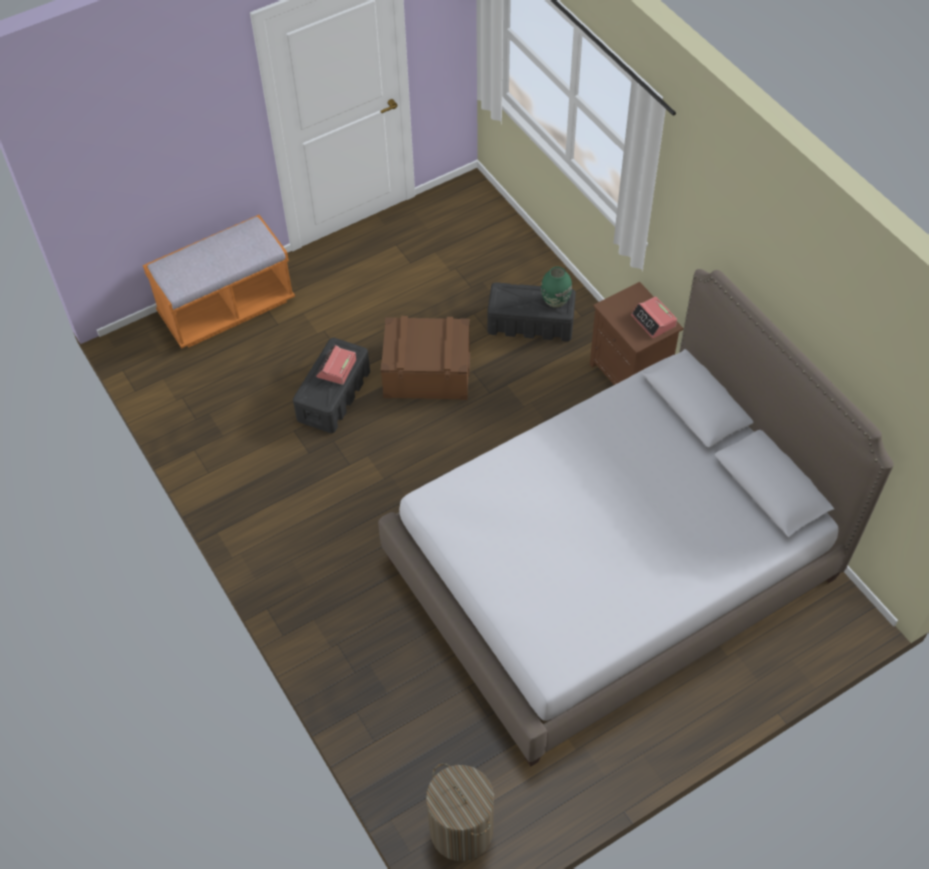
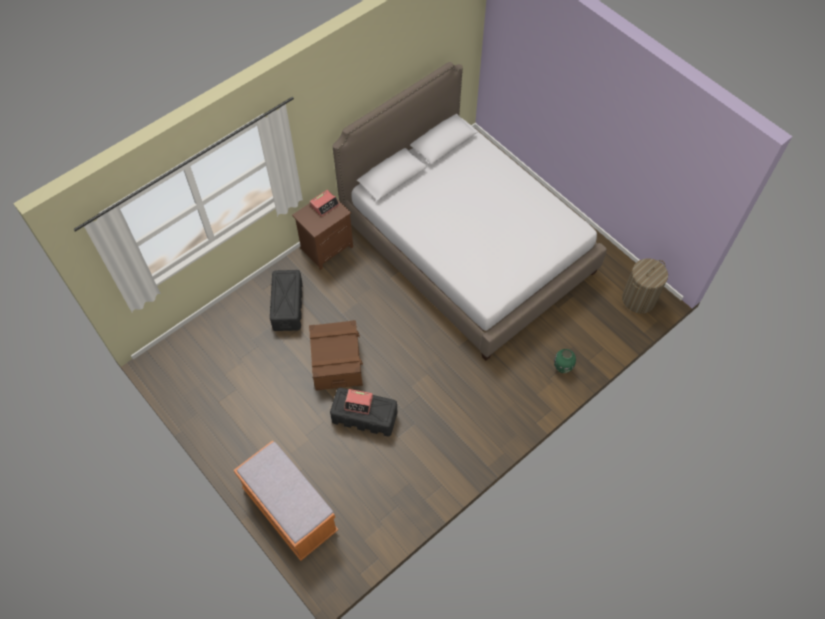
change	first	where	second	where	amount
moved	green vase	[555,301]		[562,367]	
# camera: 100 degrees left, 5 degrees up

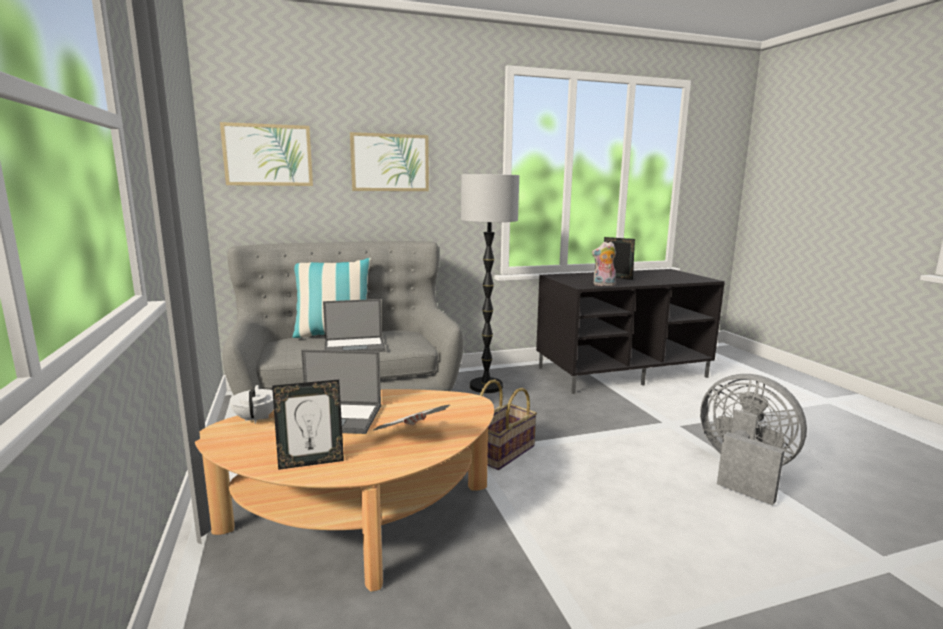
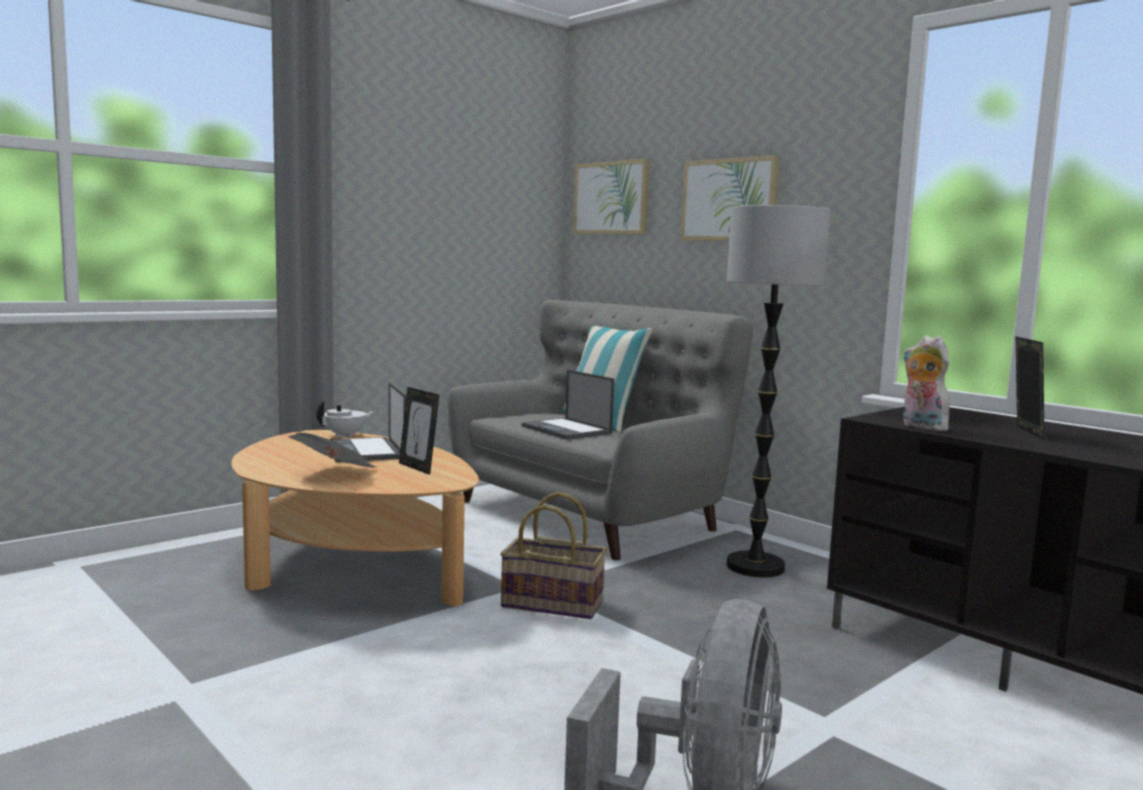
change	first	where	second	where	amount
moved	picture frame	[311,462]		[418,468]	
# camera: 65 degrees right, 5 degrees down

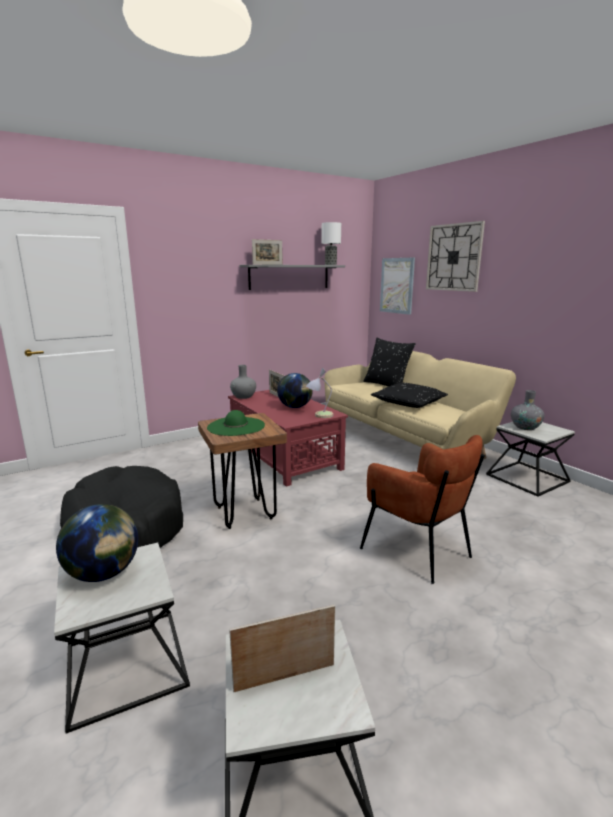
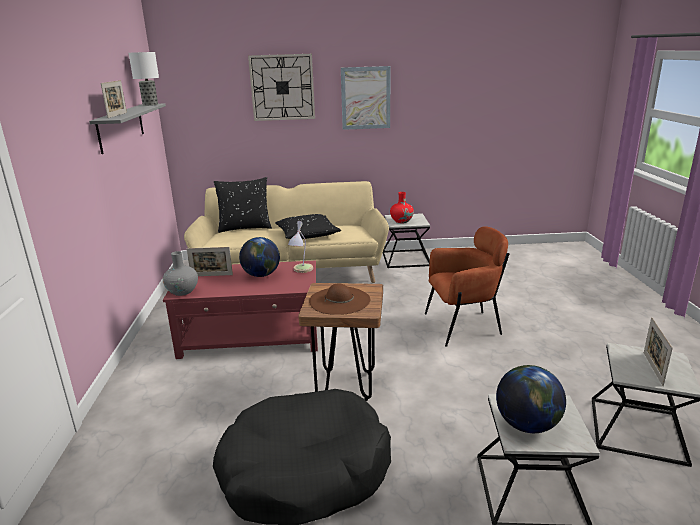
change	first	where	second	where	amount
moved	picture	[397,285]		[365,98]	
recoloured	grey vase	[525,427]	red vase	[401,221]	
recoloured	green hat	[236,426]	brown hat	[339,300]	
# camera: 60 degrees left, 5 degrees up

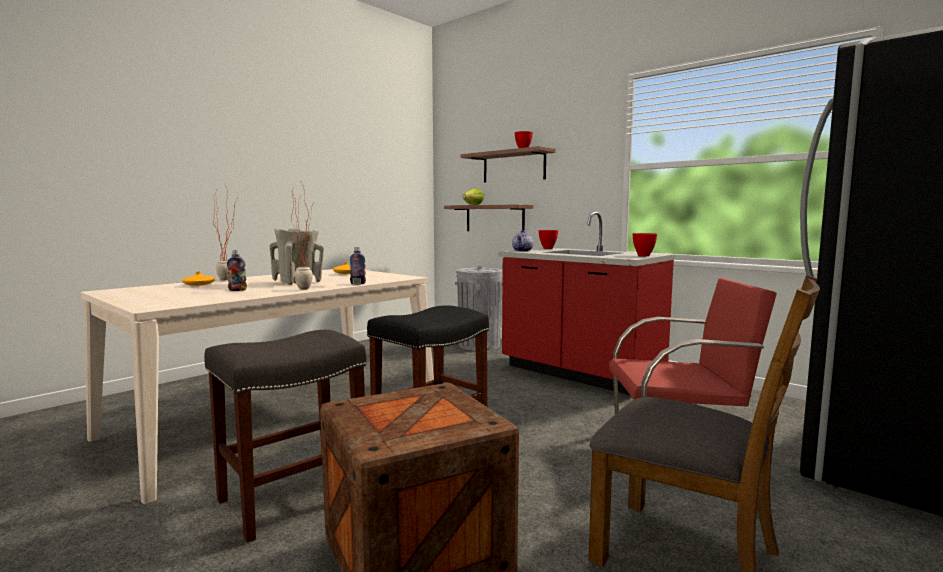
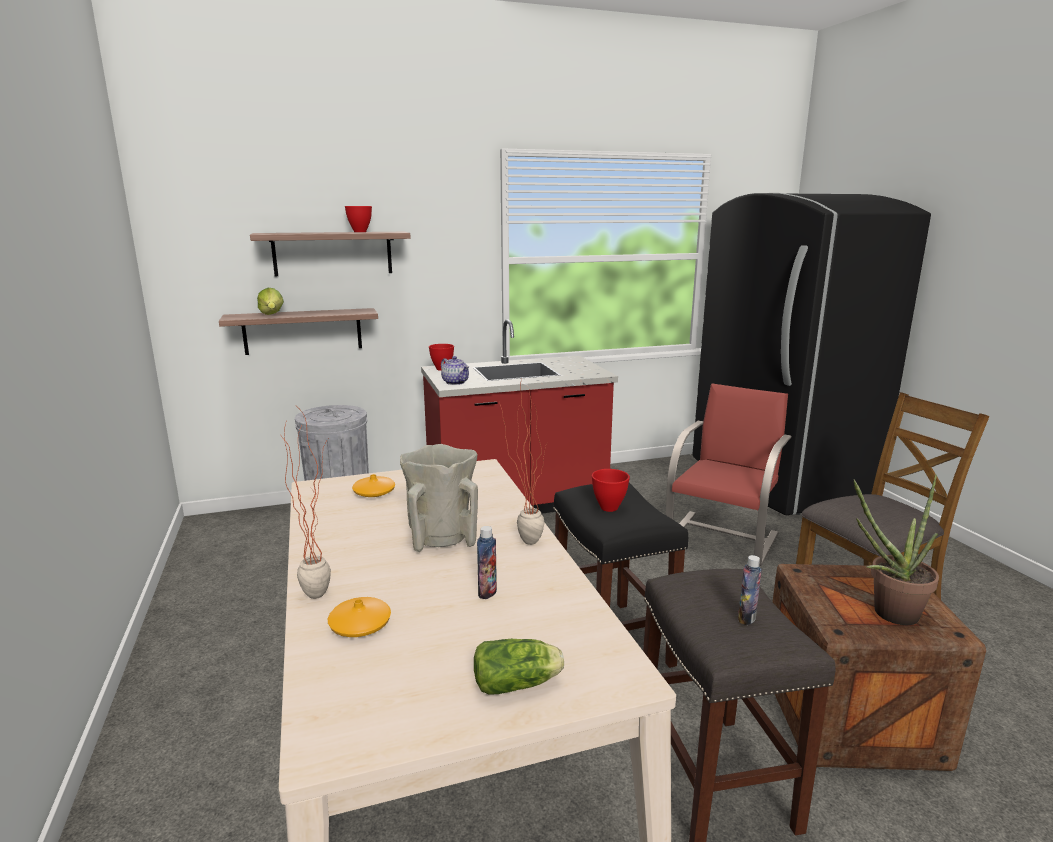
change	first	where	second	where	amount
moved	red bowl	[643,255]		[608,508]	
moved	bottle	[358,284]		[746,618]	
added			potted plant	[887,614]	
added			lettuce	[519,684]	
# camera: 60 degrees left, 10 degrees up

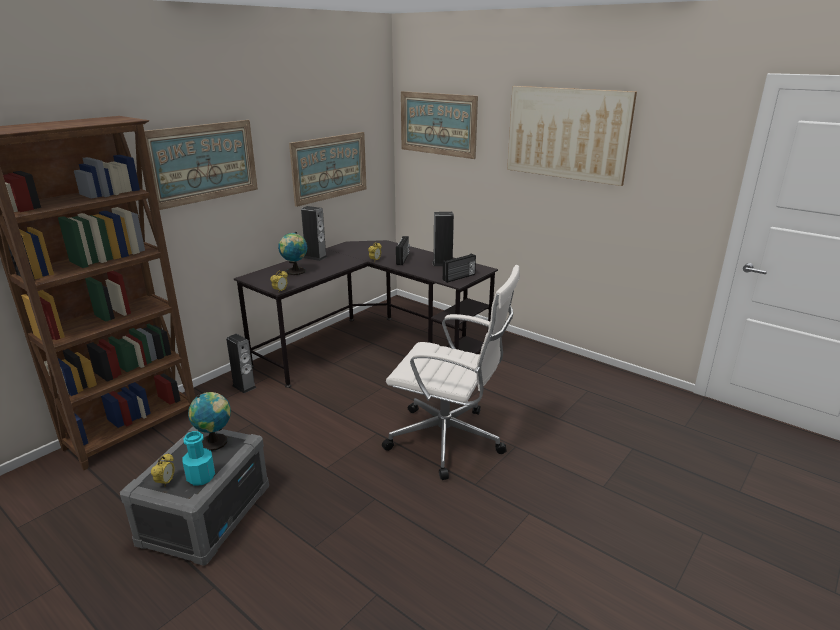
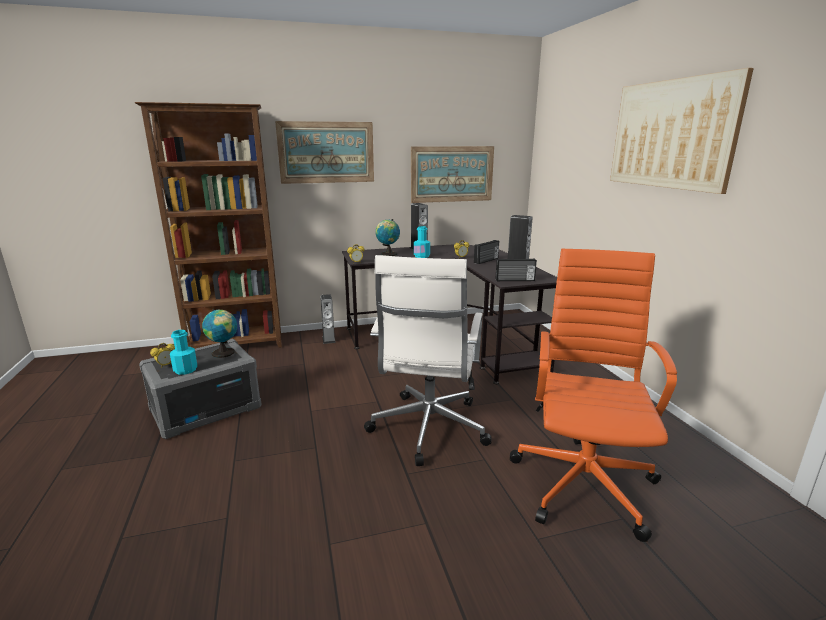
change	first	where	second	where	amount
removed	picture	[438,124]			
turned	white office chair	[448,440]		[427,429]	45 degrees clockwise
added			turquoise bottle	[421,256]	
added			orange office chair	[584,481]	
# camera: 35 degrees right, 5 degrees down

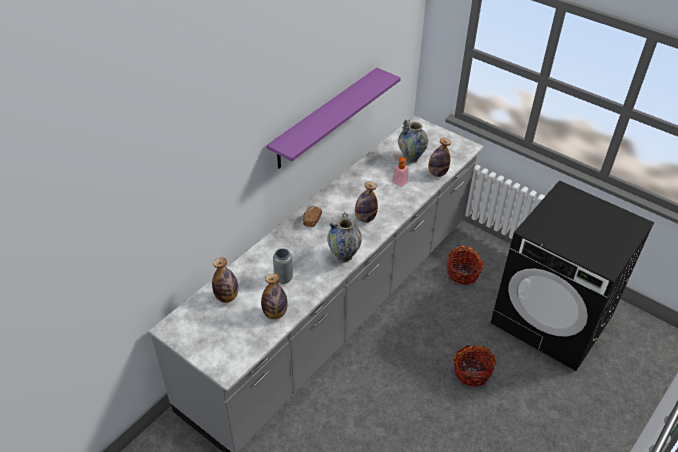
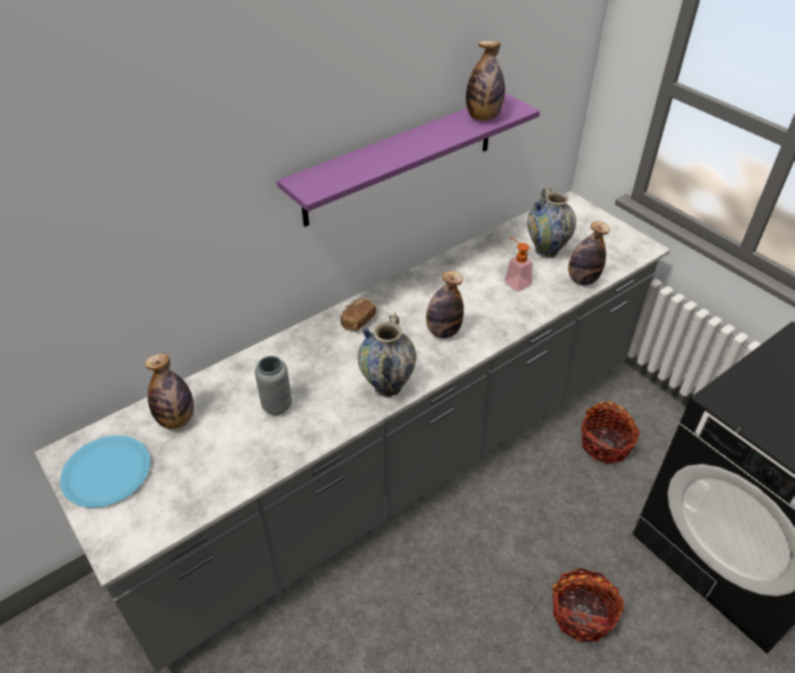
change	first	where	second	where	amount
moved	bottle	[275,313]		[483,117]	
added			blue plate	[106,472]	
# camera: 15 degrees right, 0 degrees up

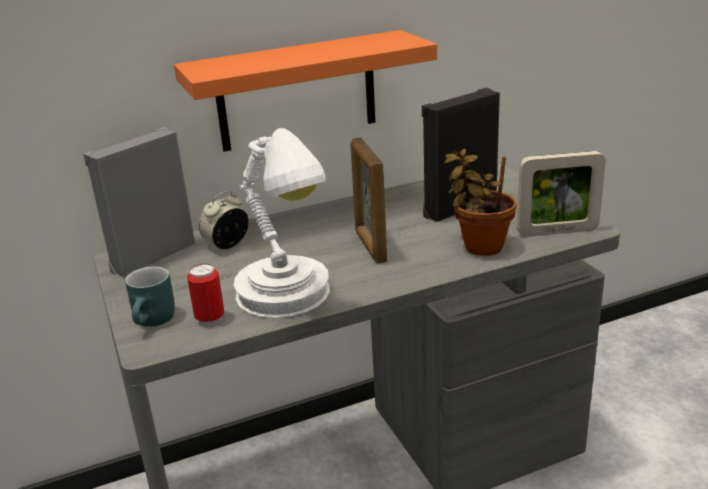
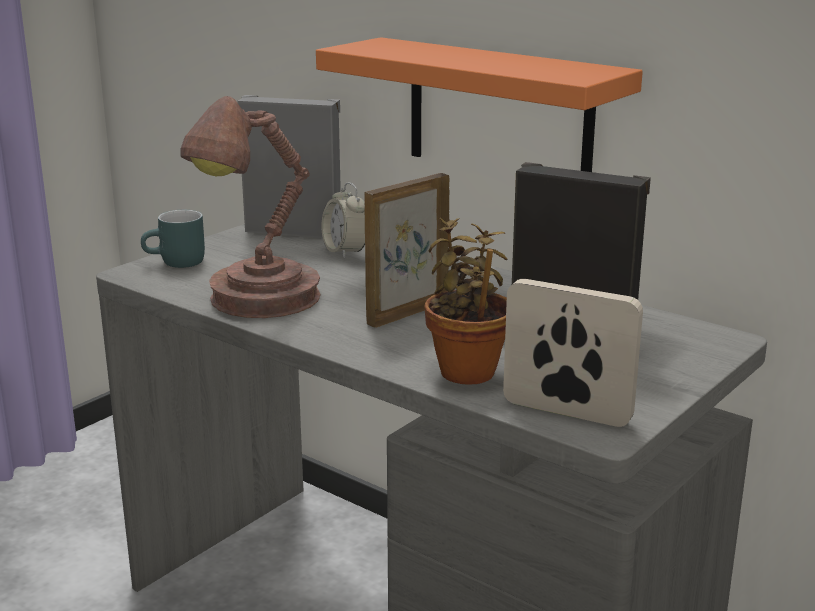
change	first	where	second	where	amount
recoloured	white table lamp	[287,296]	brown table lamp	[259,300]	
turned	picture frame	[557,231]		[566,412]	150 degrees clockwise
turned	alarm clock	[227,245]		[345,252]	135 degrees counterclockwise
removed	can	[210,319]			
# camera: 60 degrees right, 5 degrees down

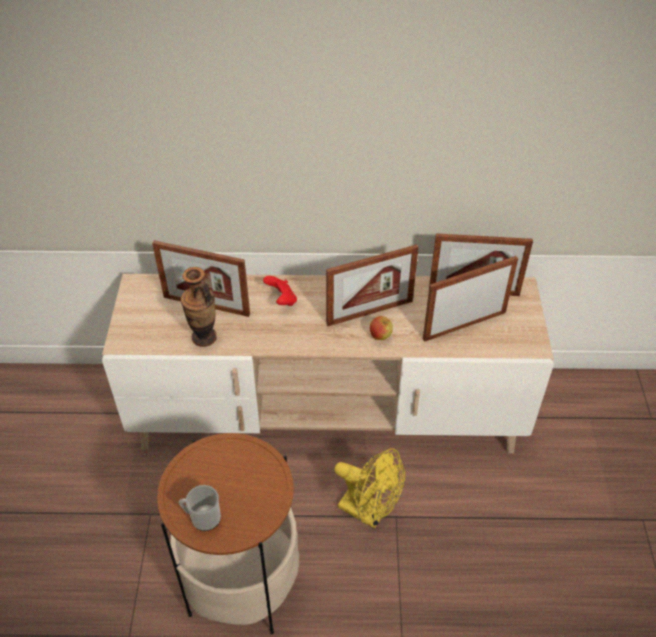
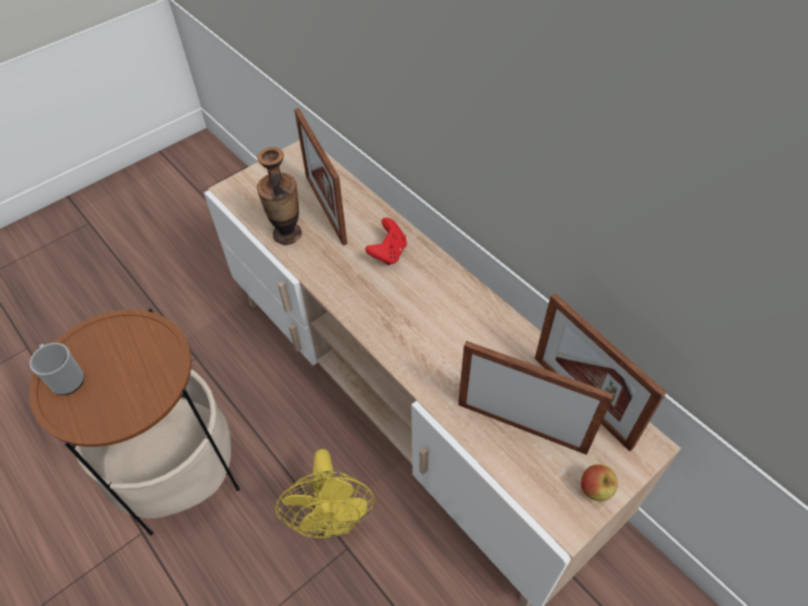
change	first	where	second	where	amount
removed	picture frame	[369,312]			
moved	apple	[380,336]		[595,490]	
# camera: 50 degrees right, 5 degrees up

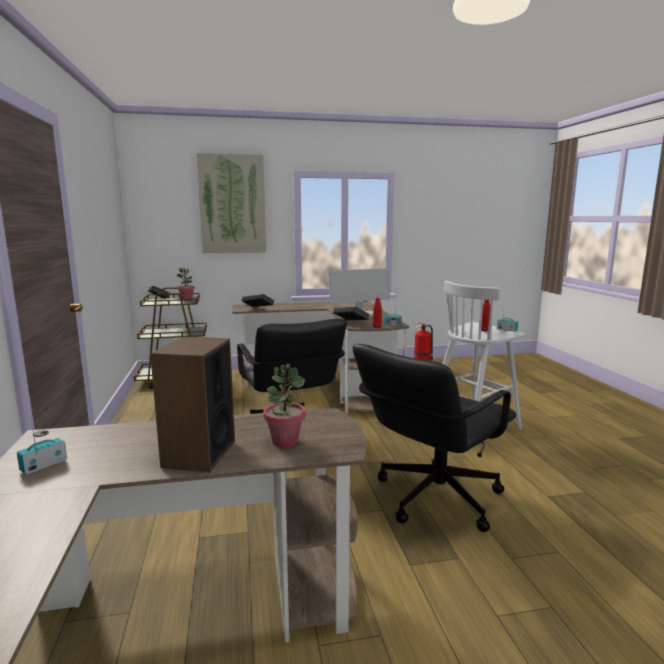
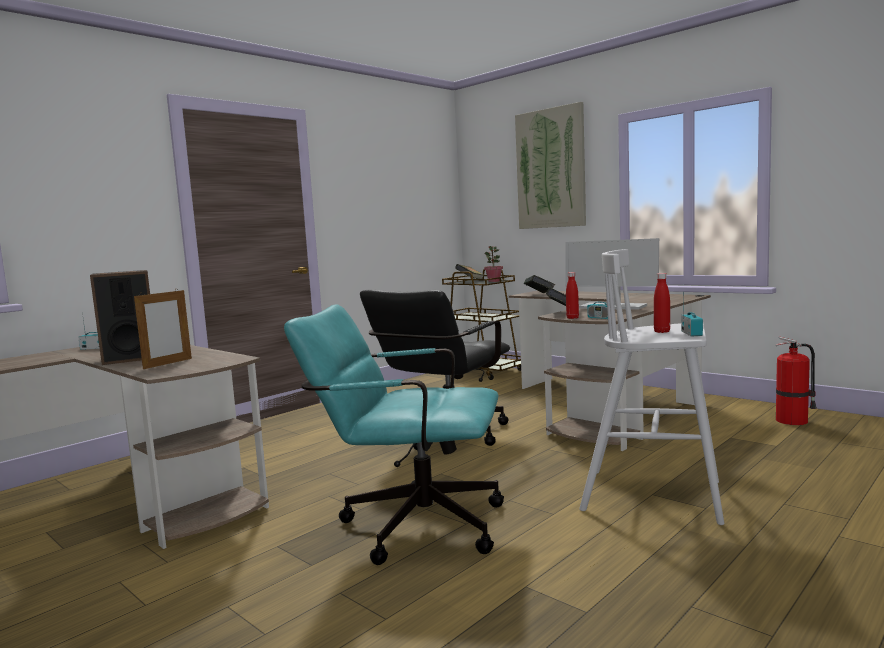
change	first	where	second	where	amount
recoloured	black office chair	[430,501]	turquoise office chair	[409,524]	
replaced	potted plant	[285,441]	picture frame	[168,363]	
# camera: 55 degrees right, 5 degrees down

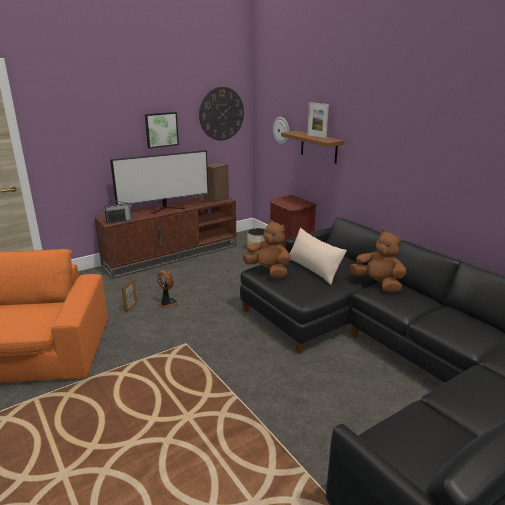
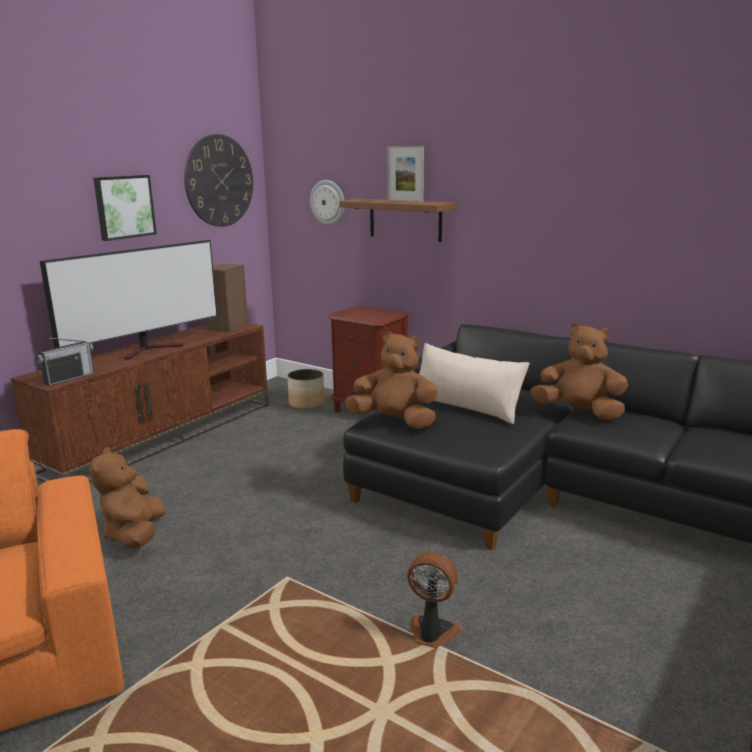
change	first	where	second	where	amount
moved	fan	[168,303]		[431,633]	
replaced	picture frame	[131,306]	brown plush toy	[135,535]	
# camera: 20 degrees left, 5 degrees down

